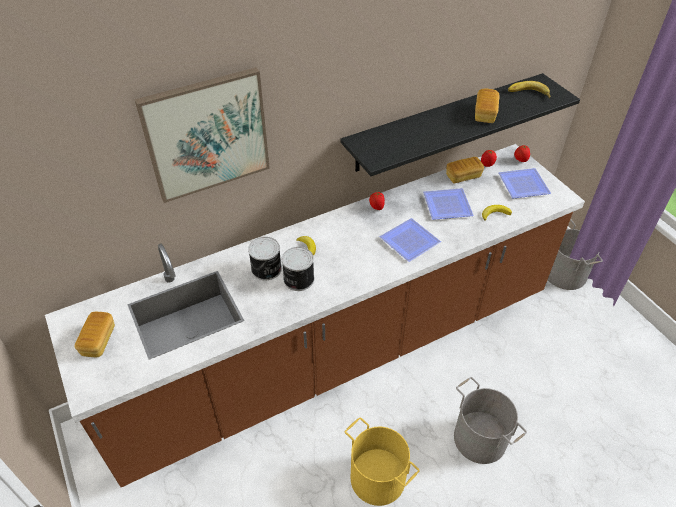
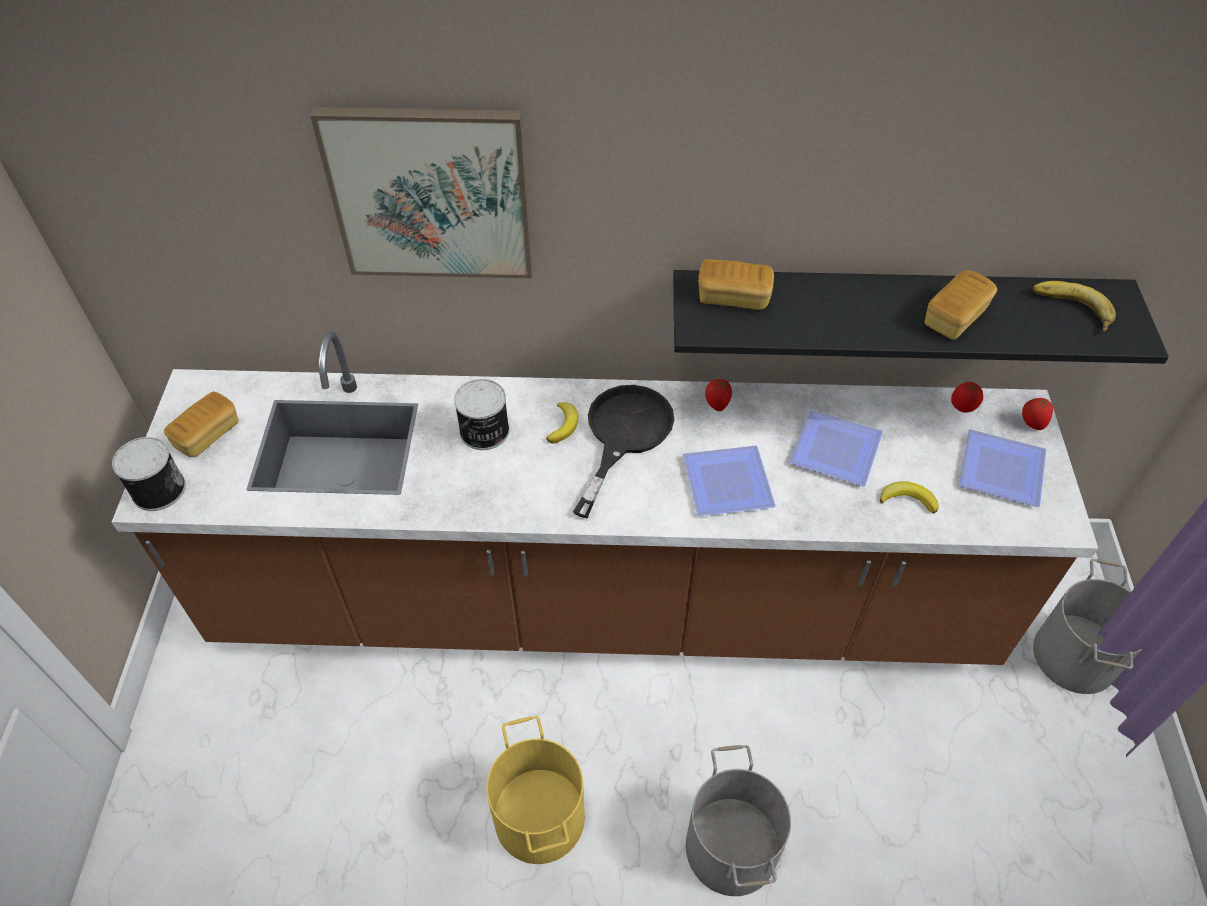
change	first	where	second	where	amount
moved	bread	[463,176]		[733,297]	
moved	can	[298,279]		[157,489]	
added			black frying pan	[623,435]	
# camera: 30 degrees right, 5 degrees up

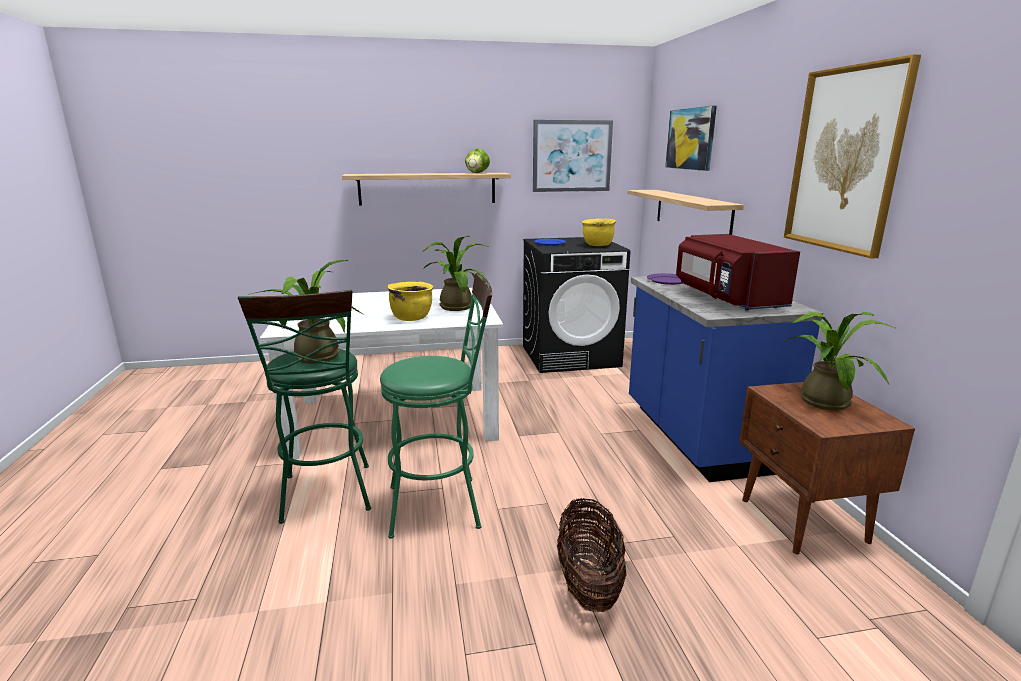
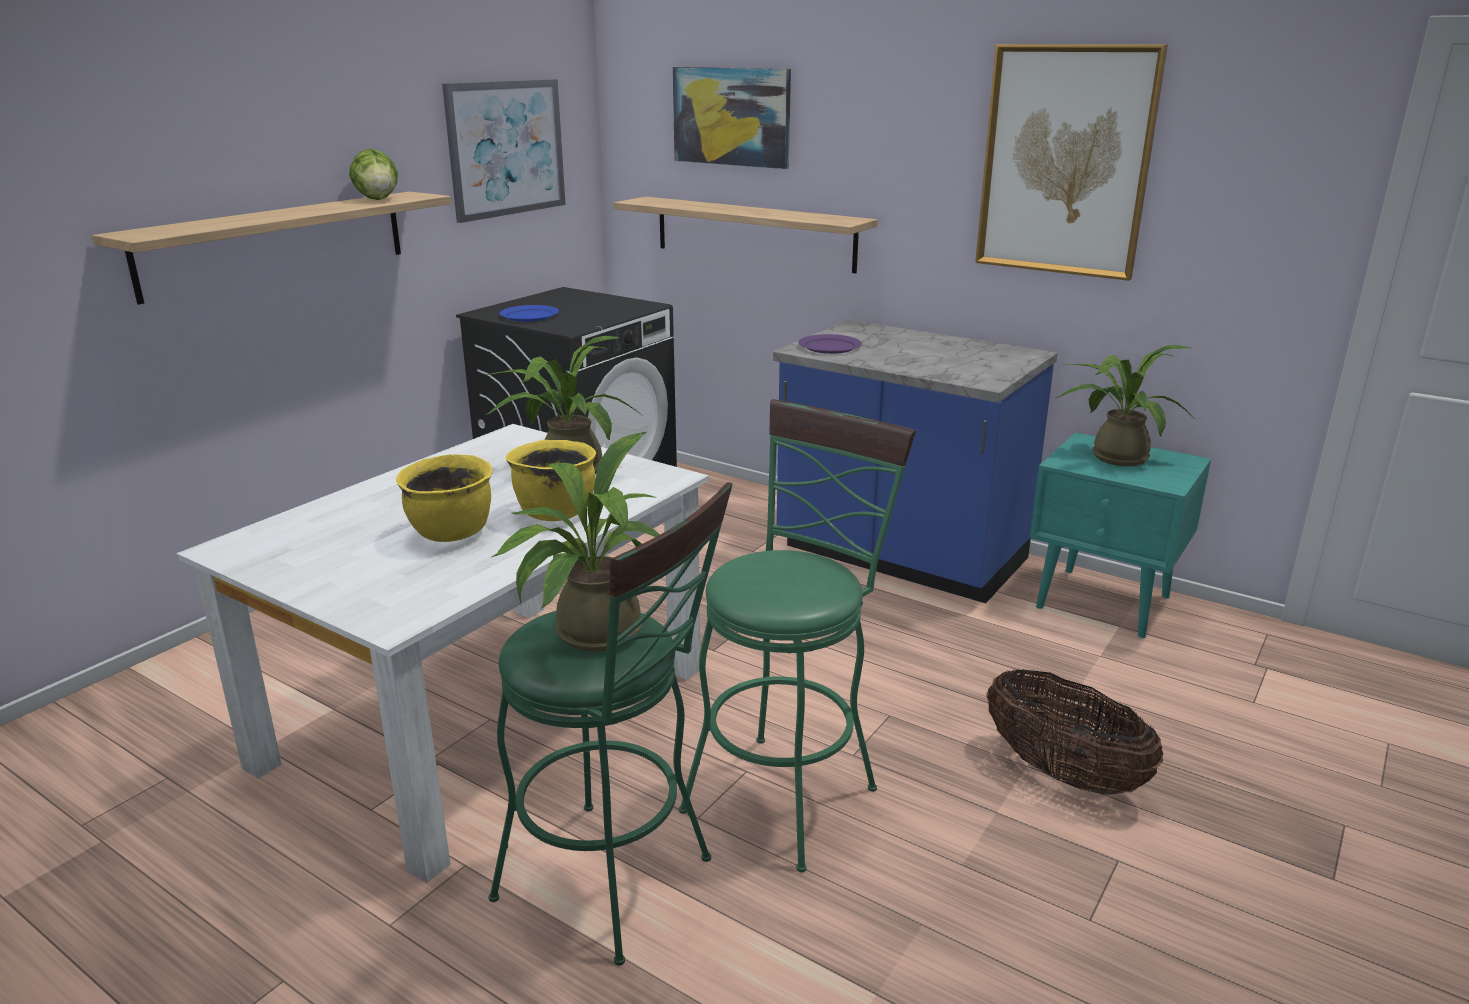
change	first	where	second	where	amount
moved	yellow cooking pot	[597,245]		[452,533]	
removed	red microwave	[726,298]			
recoloured	brown nightstand	[803,521]	turquoise nightstand	[1105,603]	
# camera: 45 degrees left, 5 degrees up

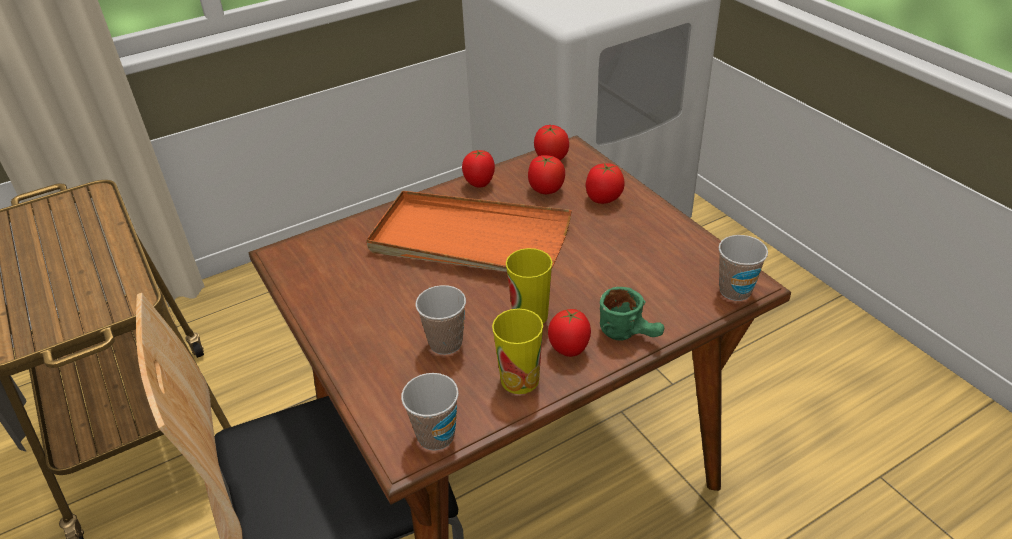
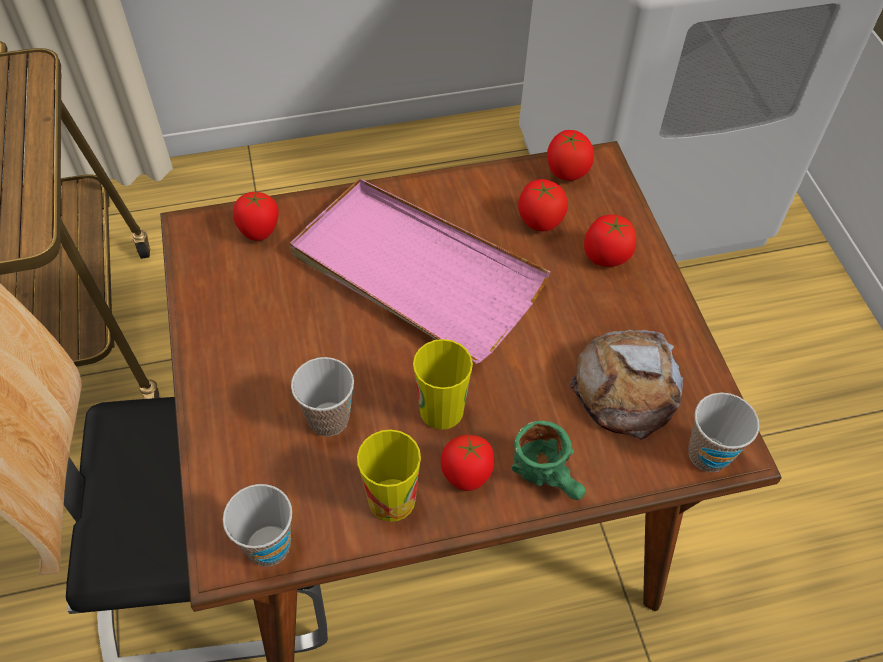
change	first	where	second	where	amount
moved	tomato	[480,184]		[259,233]	
recoloured	orange tray	[469,240]	pink tray	[415,273]	
added			bread	[626,388]	
# camera: 15 degrees right, 15 degrees up

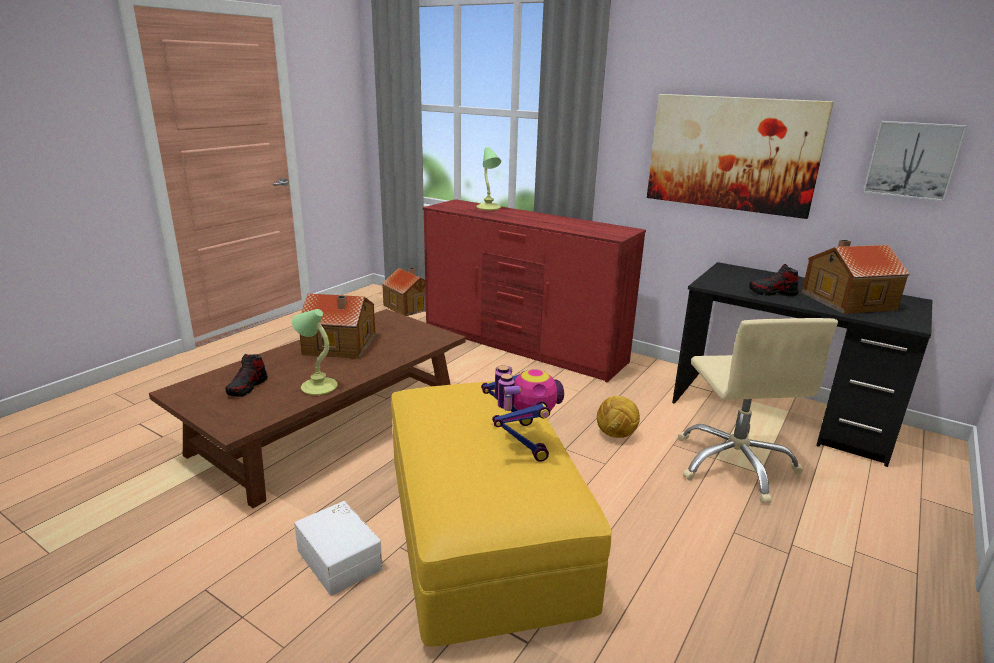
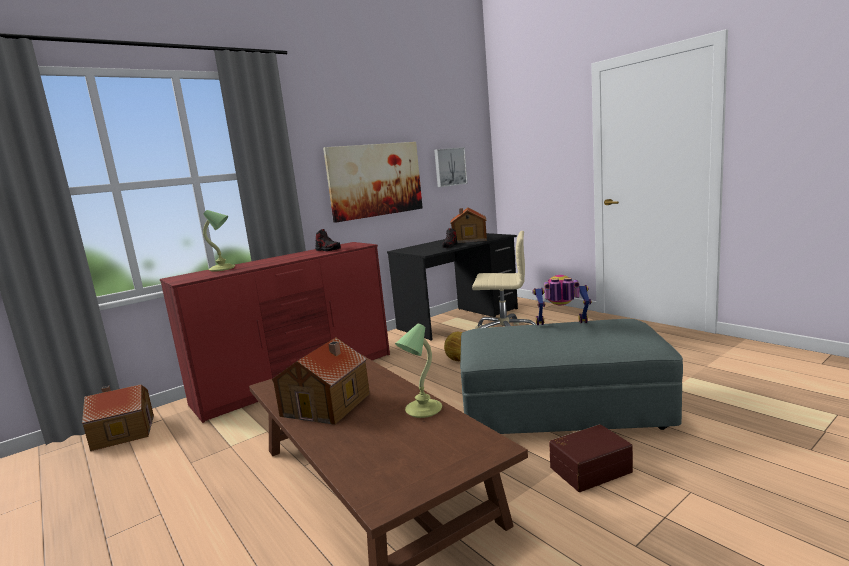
change	first	where	second	where	amount
moved	shoe	[247,387]		[328,250]	
recoloured	yellow ottoman	[481,533]	grey ottoman	[561,410]	
recoloured	white storage box	[341,558]	brown storage box	[589,468]	
# camera: 70 degrees left, 10 degrees down

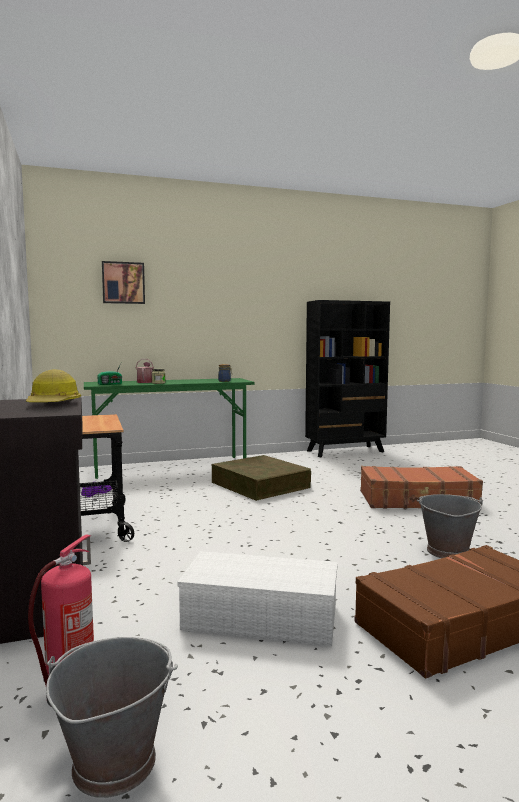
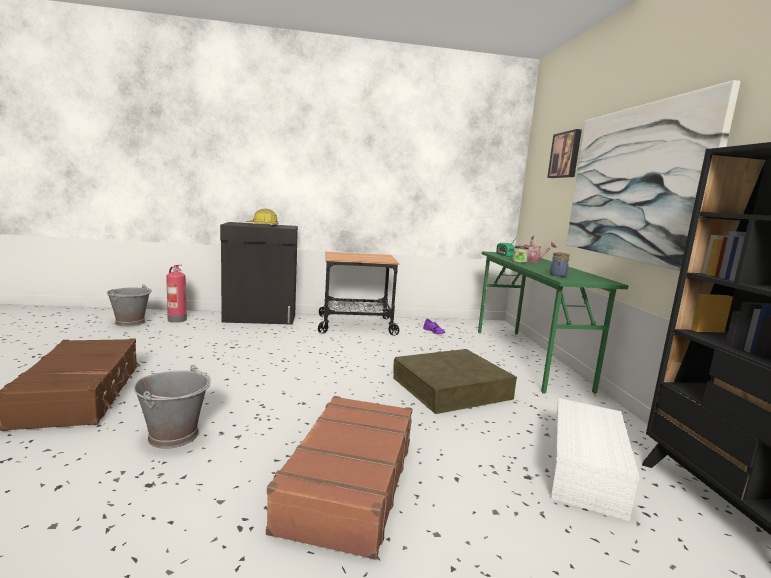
change	first	where	second	where	amount
moved	white storage box	[263,617]		[587,471]	
added			picture	[634,183]	
# camera: 100 degrees right, 5 degrees up

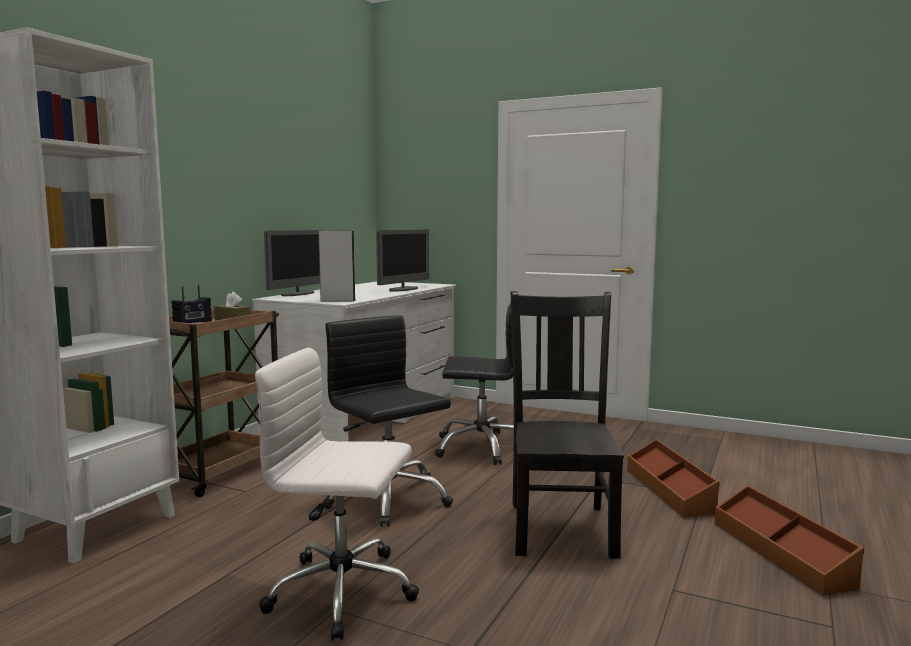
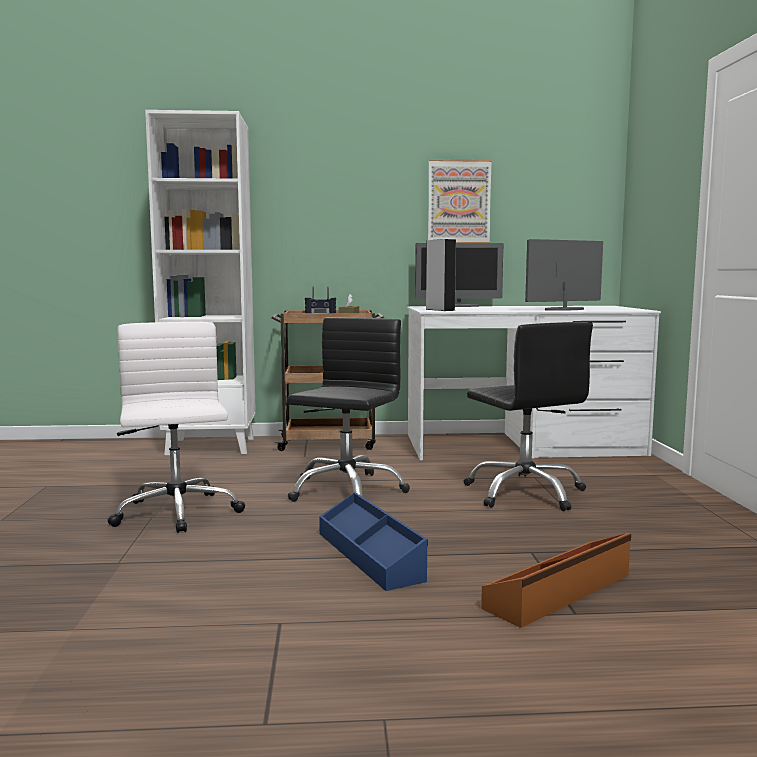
change	first	where	second	where	amount
turned	monitor	[404,289]		[564,309]	150 degrees clockwise
replaced	black chair	[561,526]	blue storage box	[370,555]	
removed	brown storage box	[781,552]			
added			picture	[459,202]	
# camera: 60 degrees right, 0 degrees up

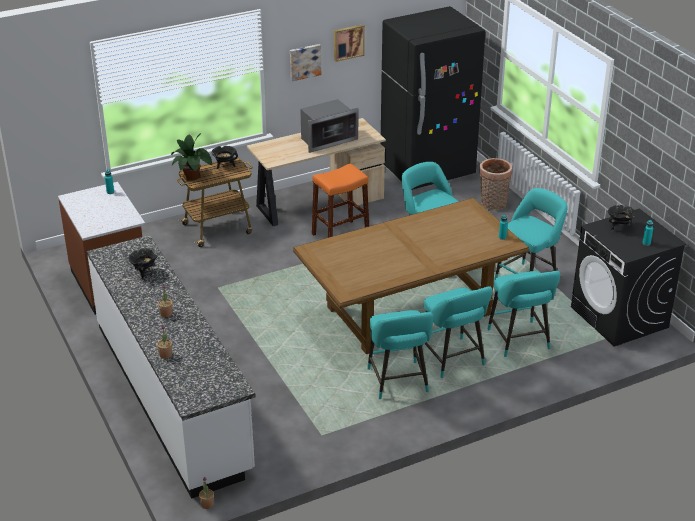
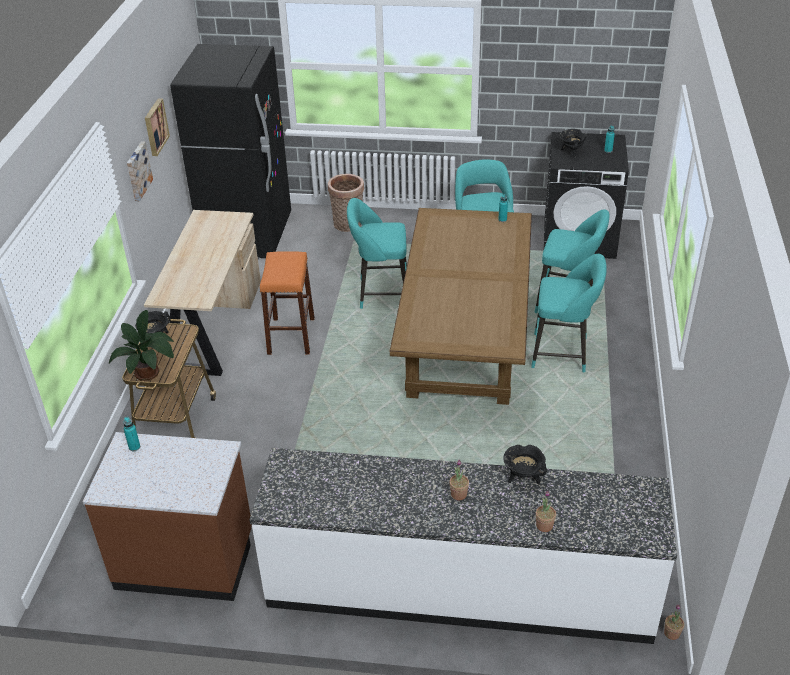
change	first	where	second	where	amount
removed	microwave	[327,139]			
moved	black cooking pot	[144,272]		[523,477]	
removed	turquoise stool	[398,383]			
# camera: 55 degrees left, 5 degrees up

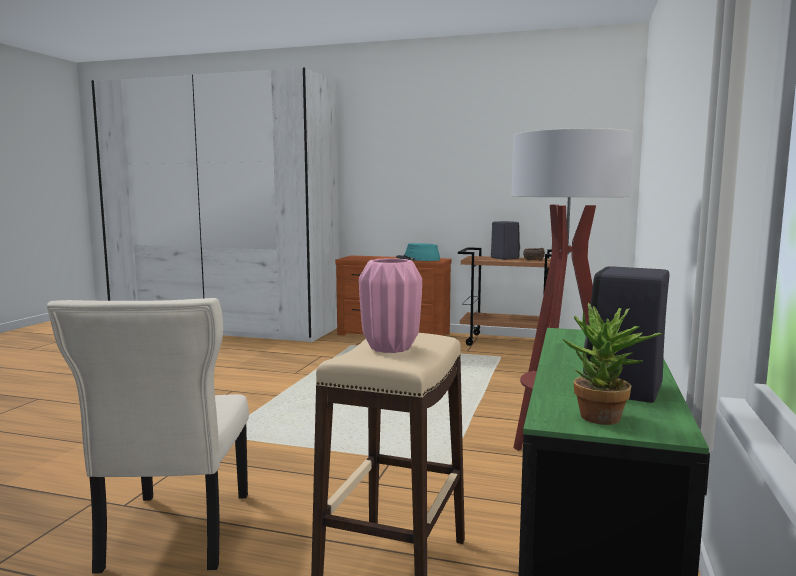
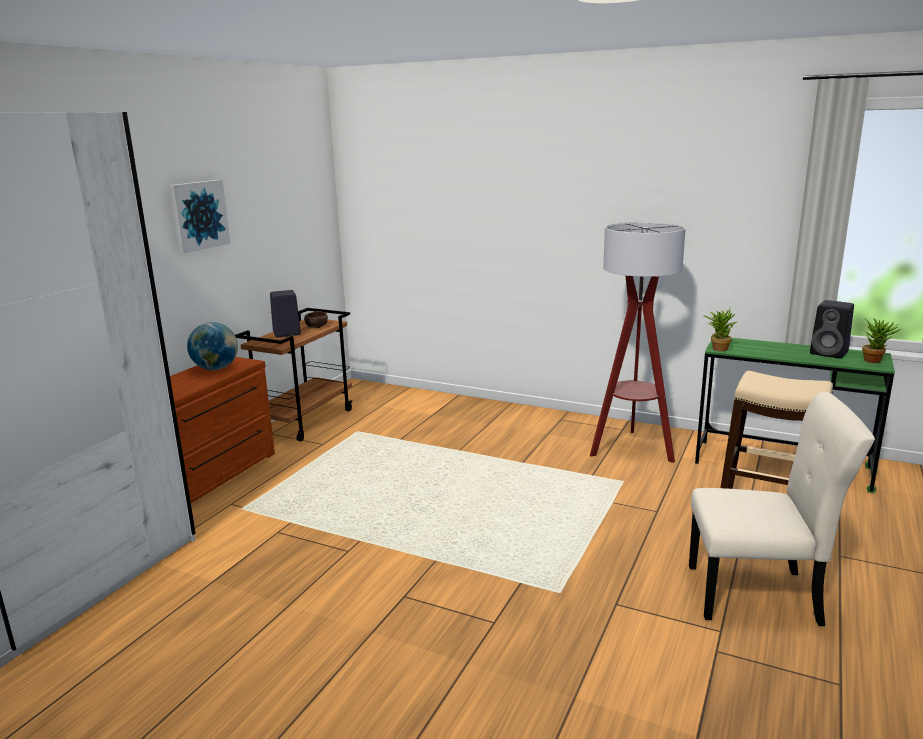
change	first	where	second	where	amount
replaced	turquoise hat	[418,259]	globe	[216,369]	
removed	pink vase	[391,348]			
added			picture	[198,215]	
added			potted plant	[718,348]	
# camera: 80 degrees left, 10 degrees up

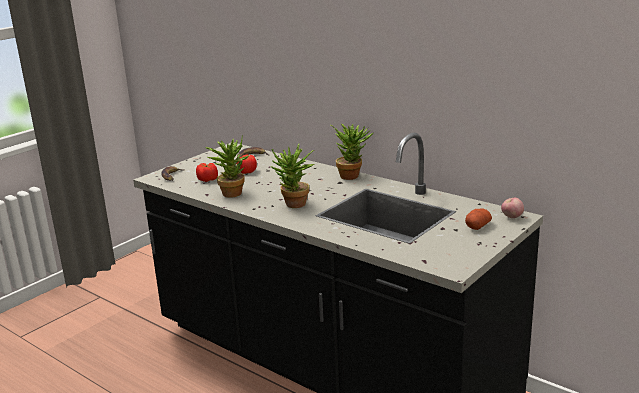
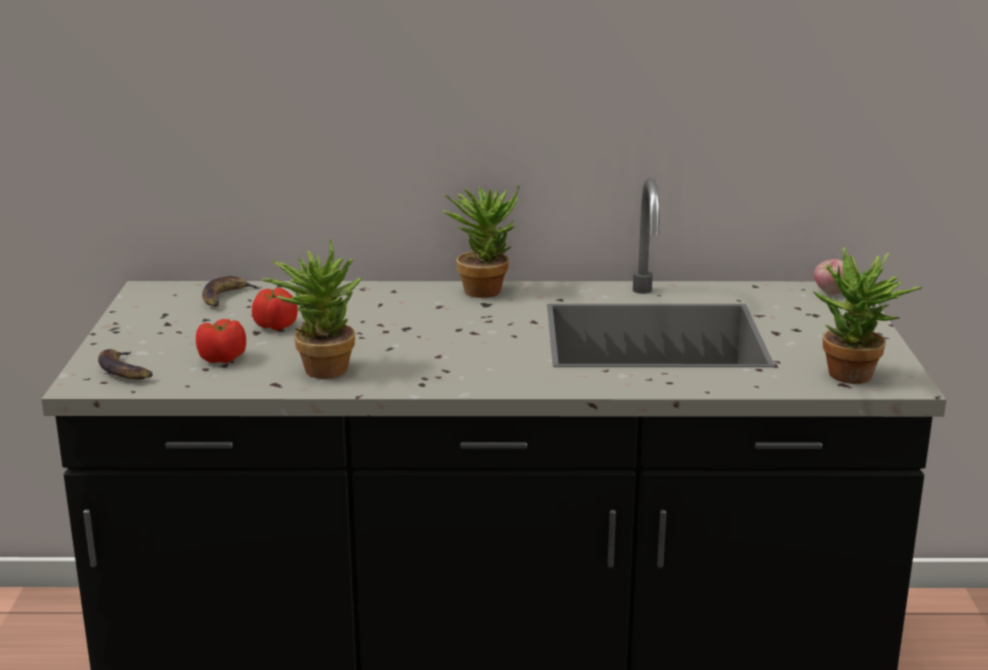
change	first	where	second	where	amount
moved	potted plant	[294,206]		[855,379]	
removed	potato	[478,226]			
# camera: 40 degrees left, 0 degrees up

